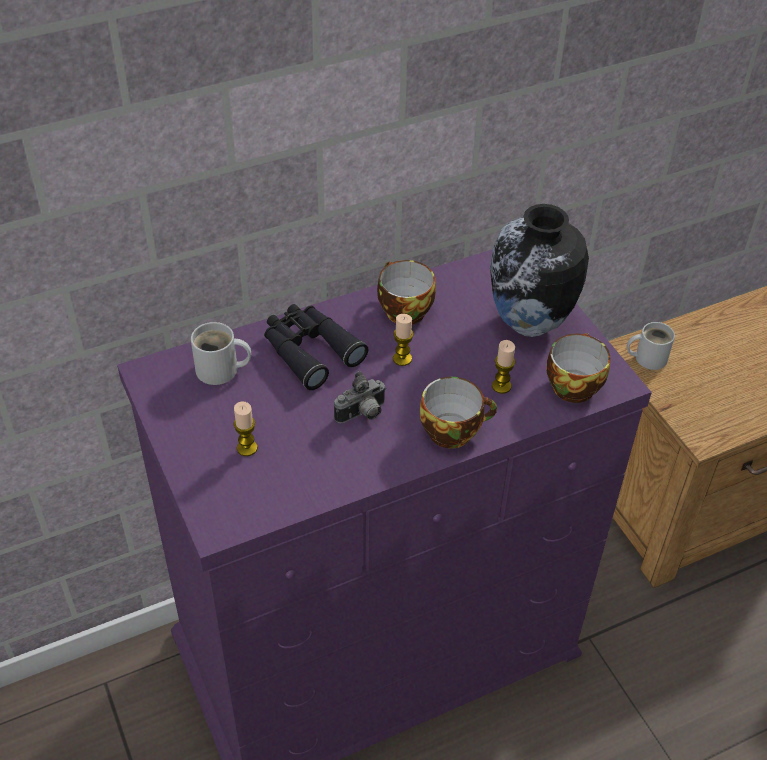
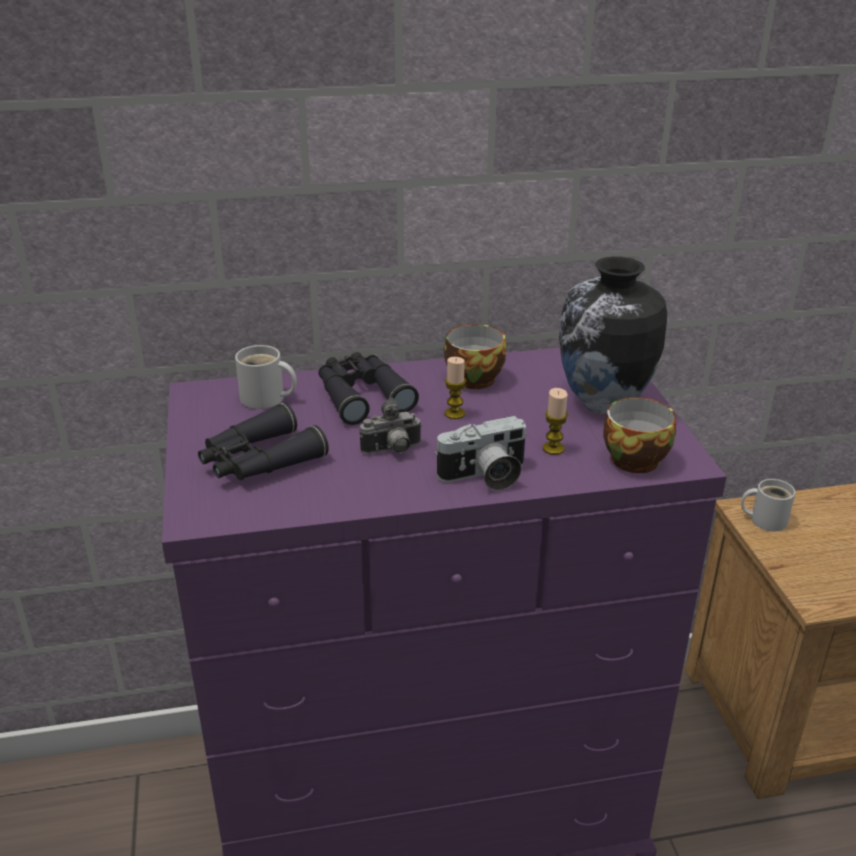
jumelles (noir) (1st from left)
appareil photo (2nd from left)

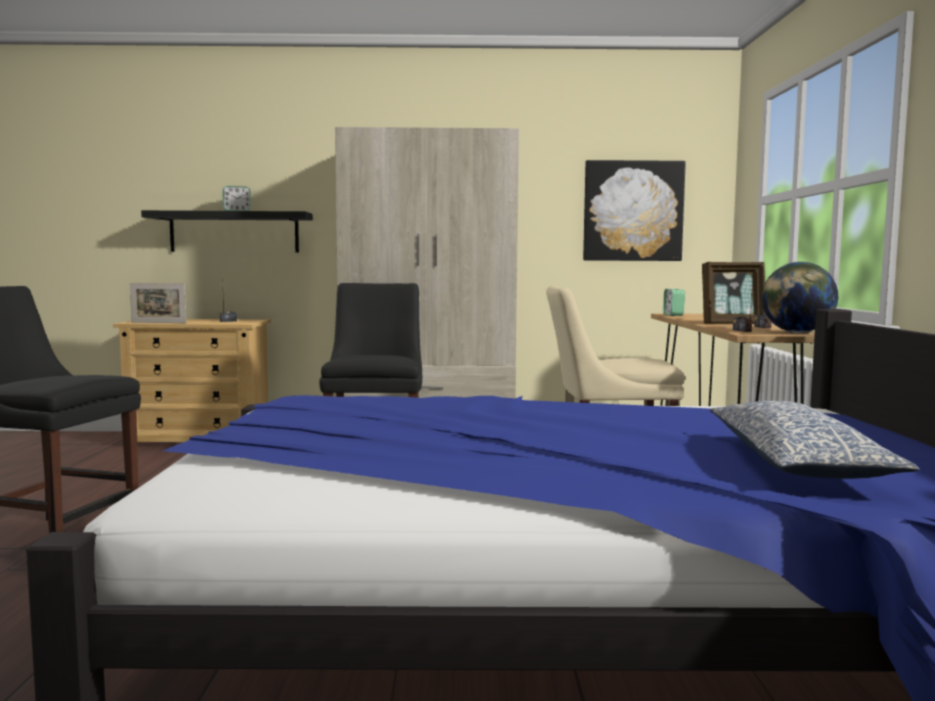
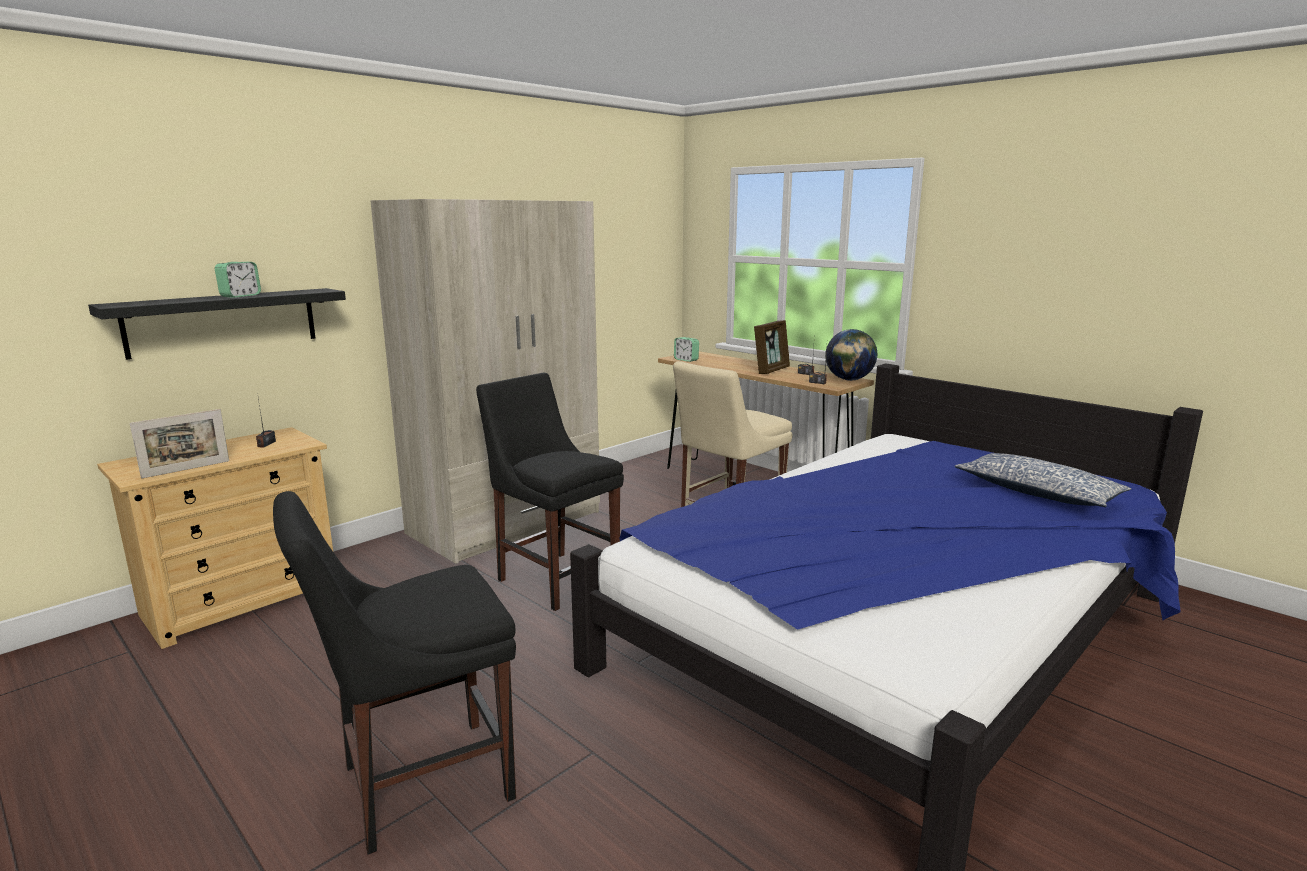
tableau

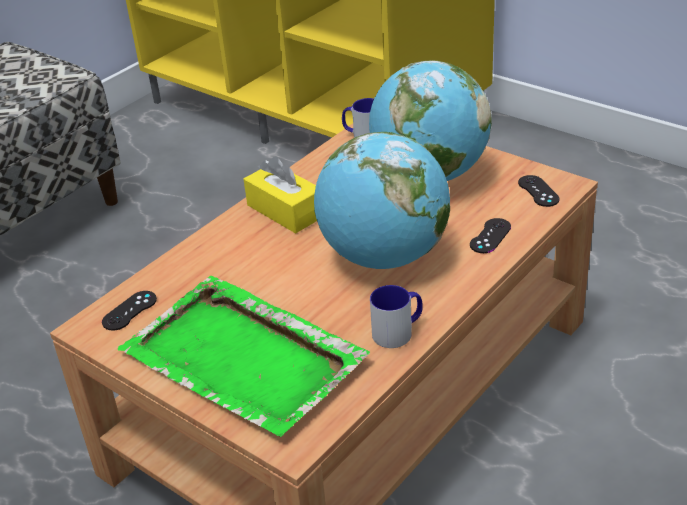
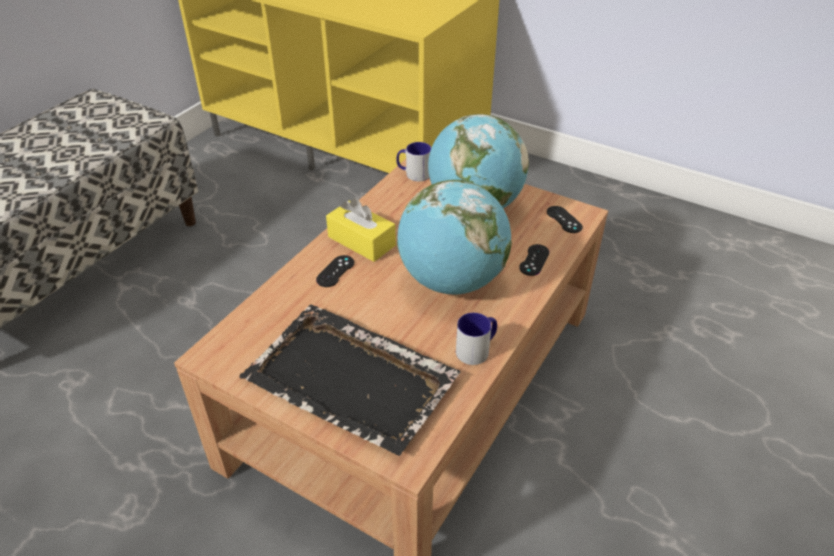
manette (noir) (1st from left)
plateau (noir)

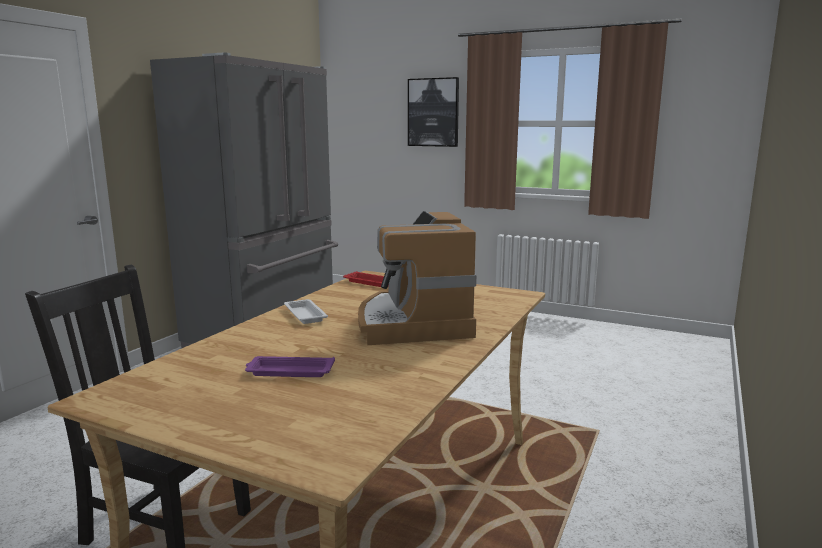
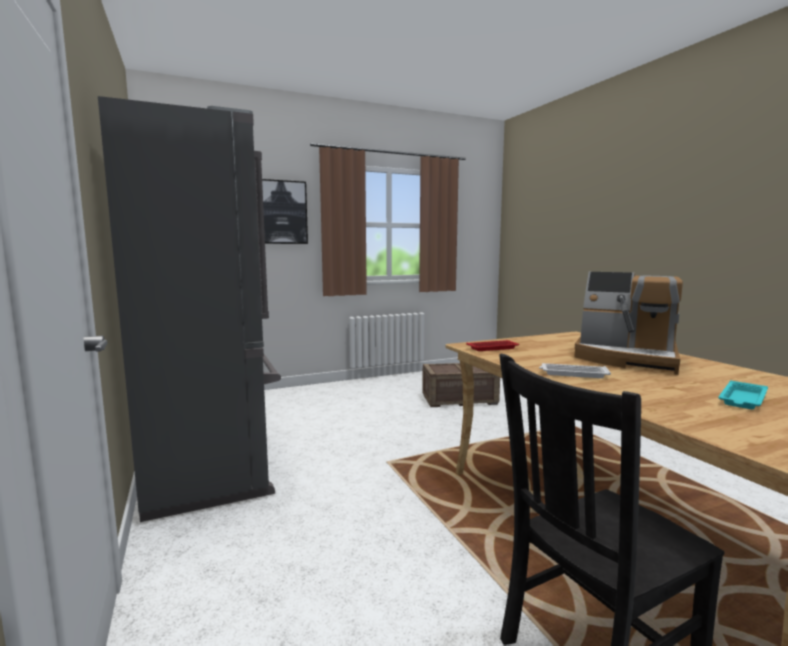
caisse
plateau (turquoise)

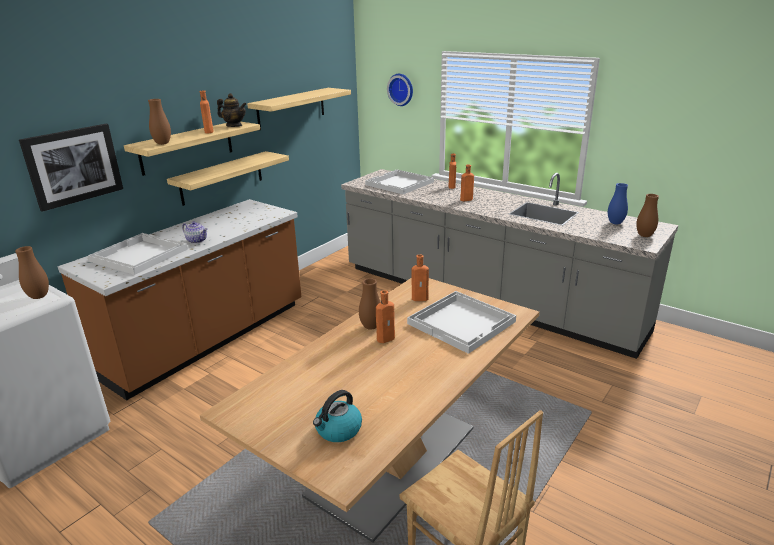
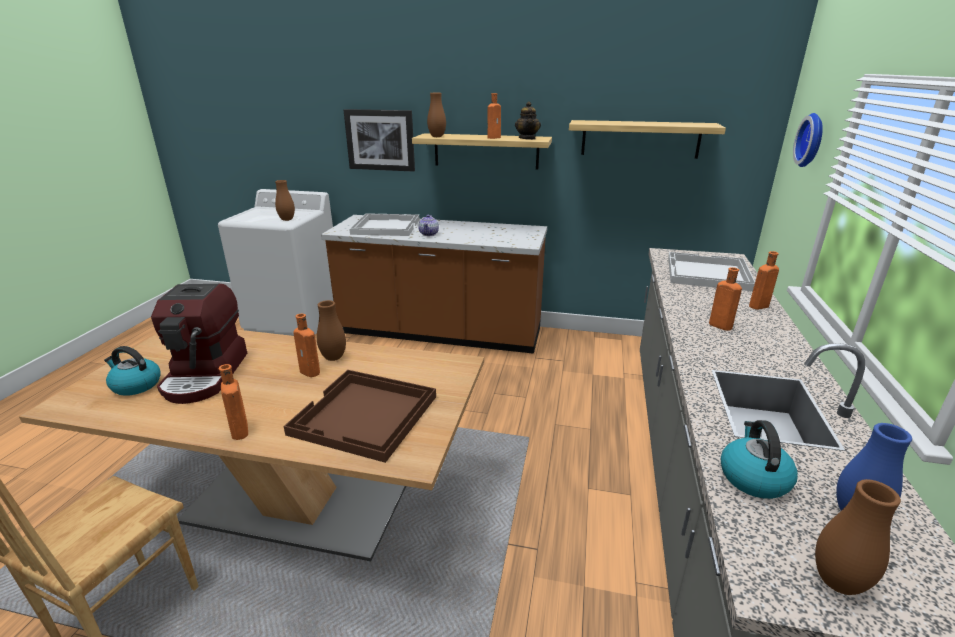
étagère (2nd from left in the first image)
machine à café
bouilloire (2nd from left)
bouteille (orange) (1st from left)
plateau (marron)

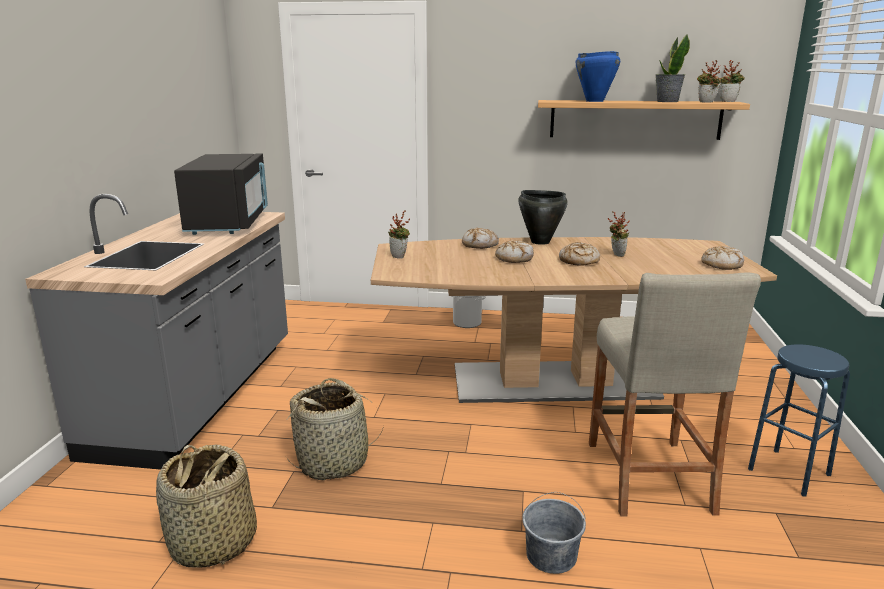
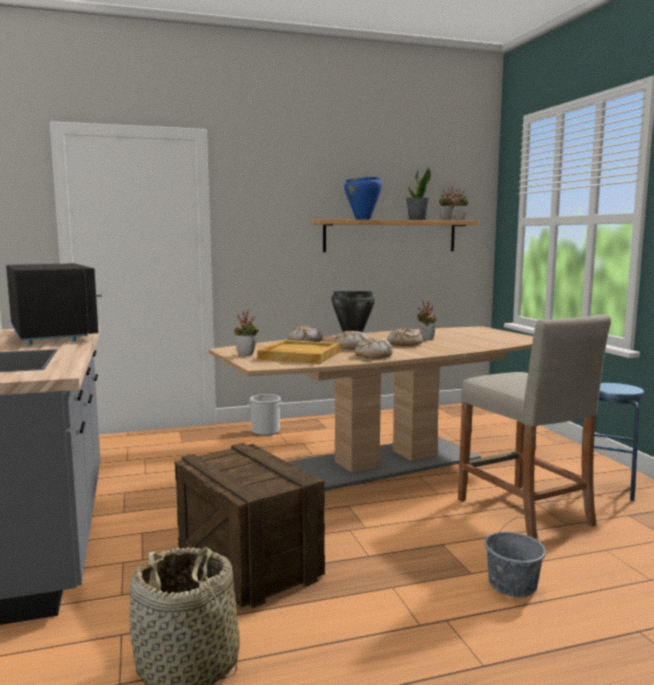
plateau (beige)
pain (3rd from left)
caisse

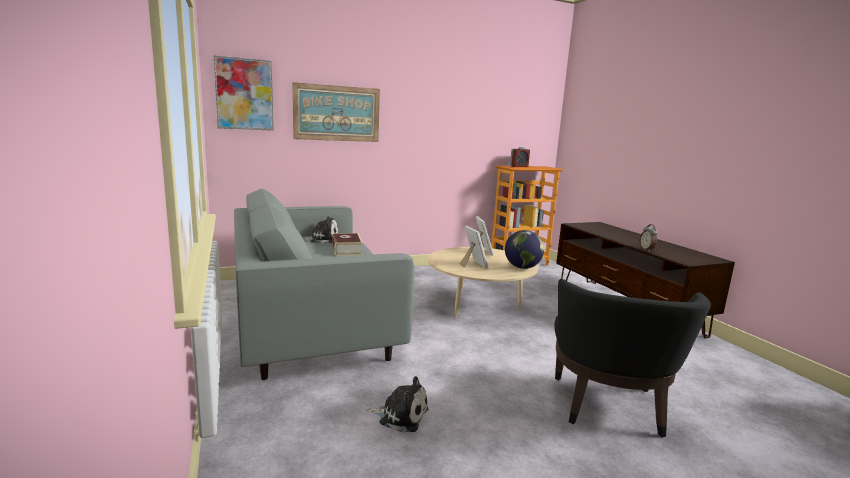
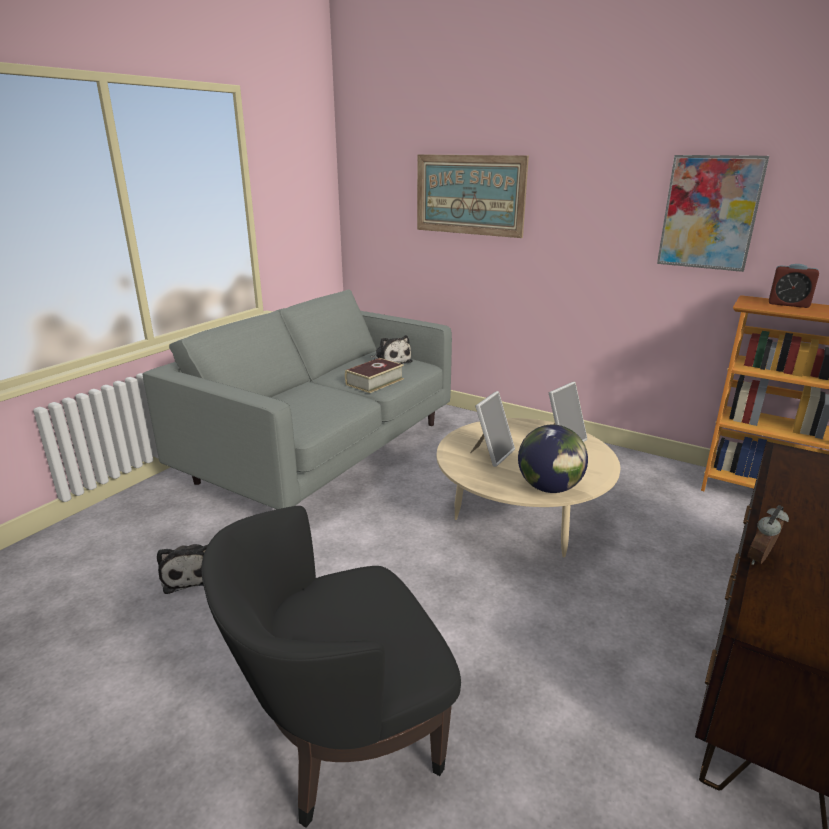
tableau (2nd from left)

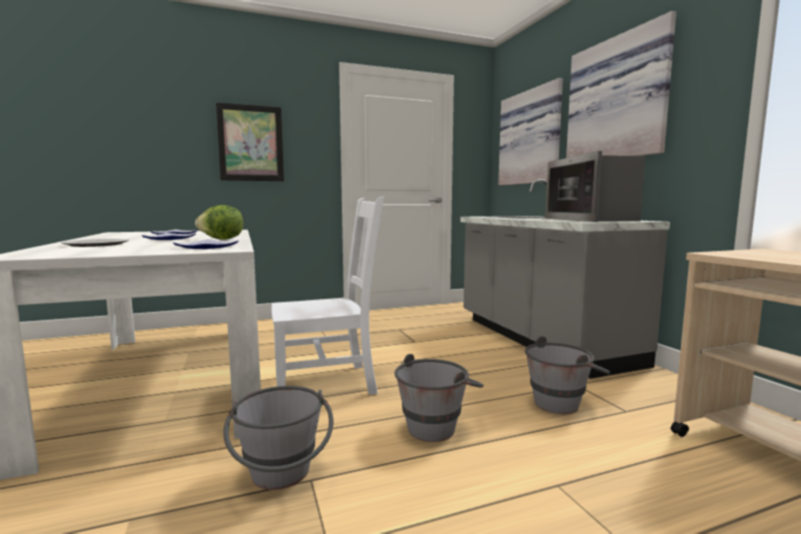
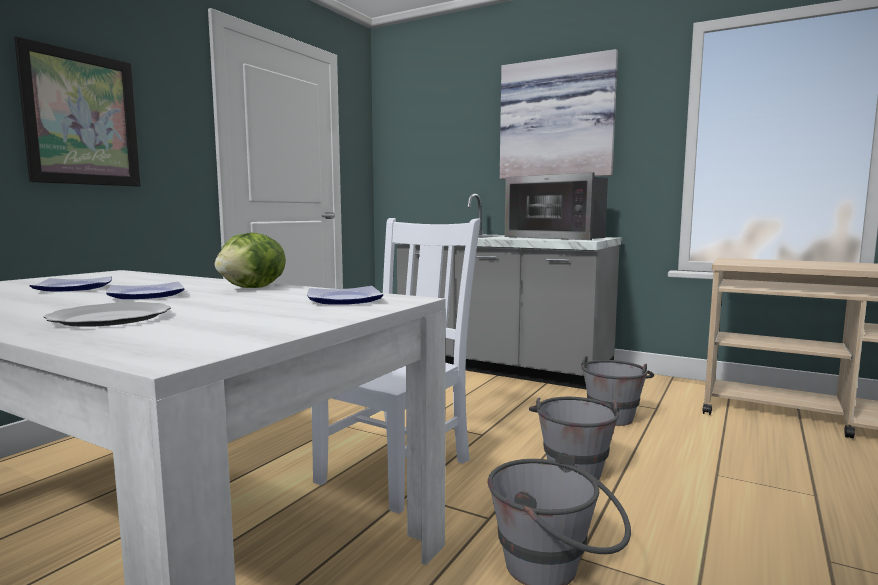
tableau (2nd from left in the first image)

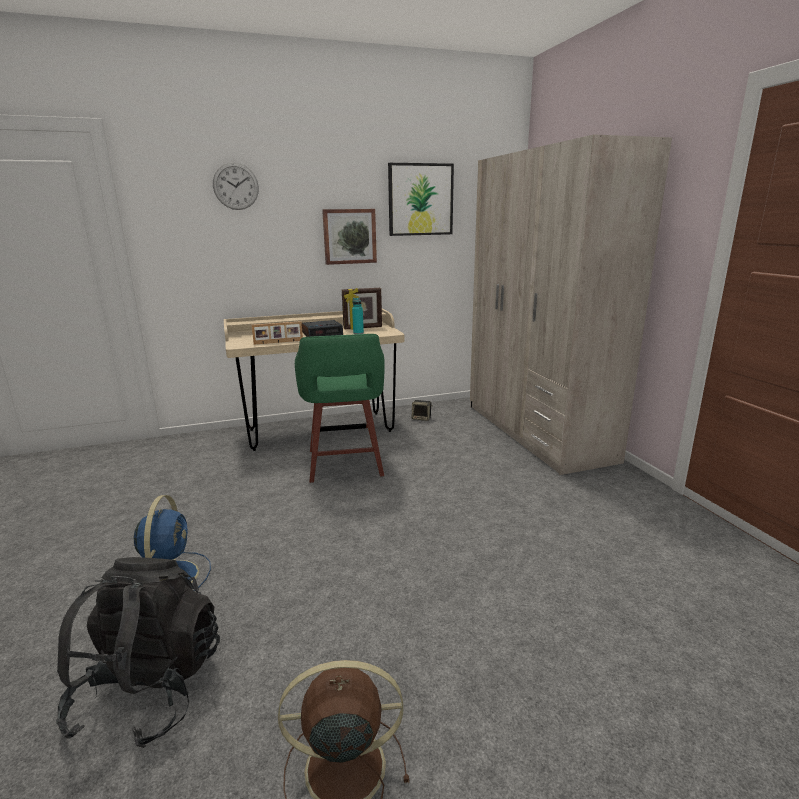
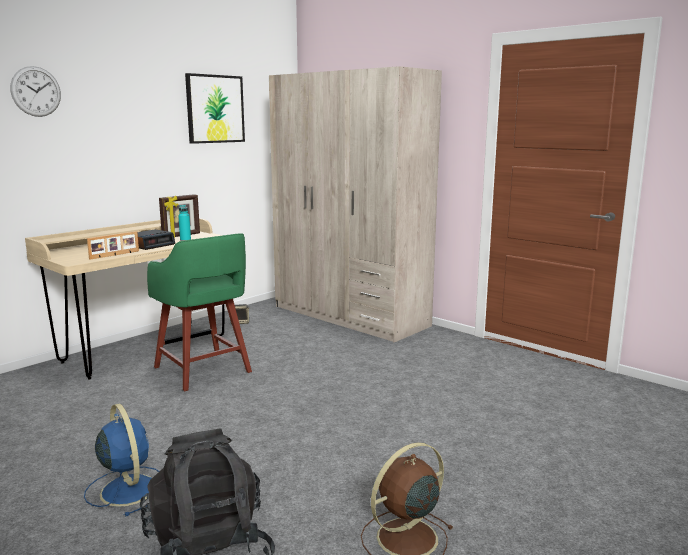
tableau (1st from left in the first image)

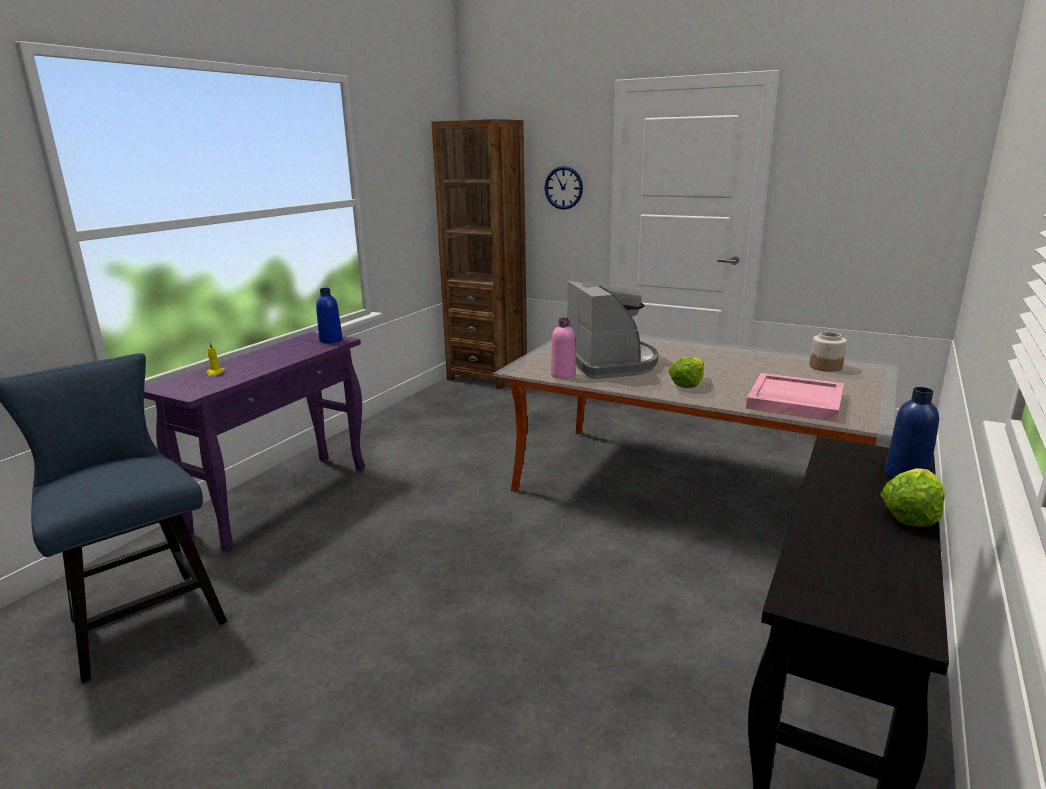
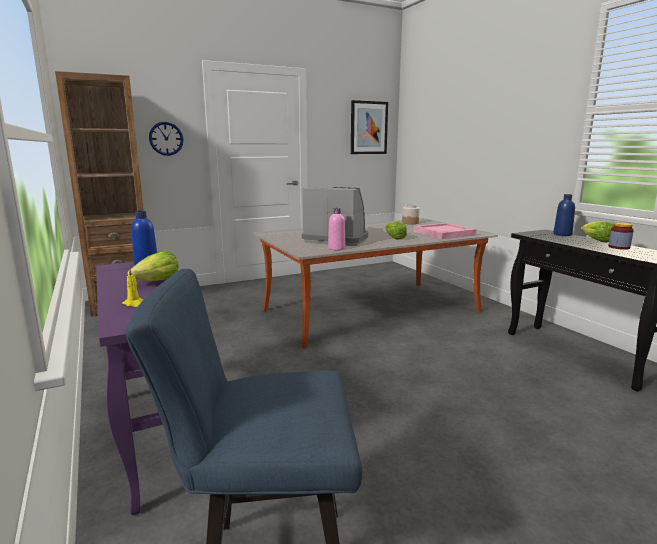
laitue (1st from left)
tableau
bocal (2nd from left)

